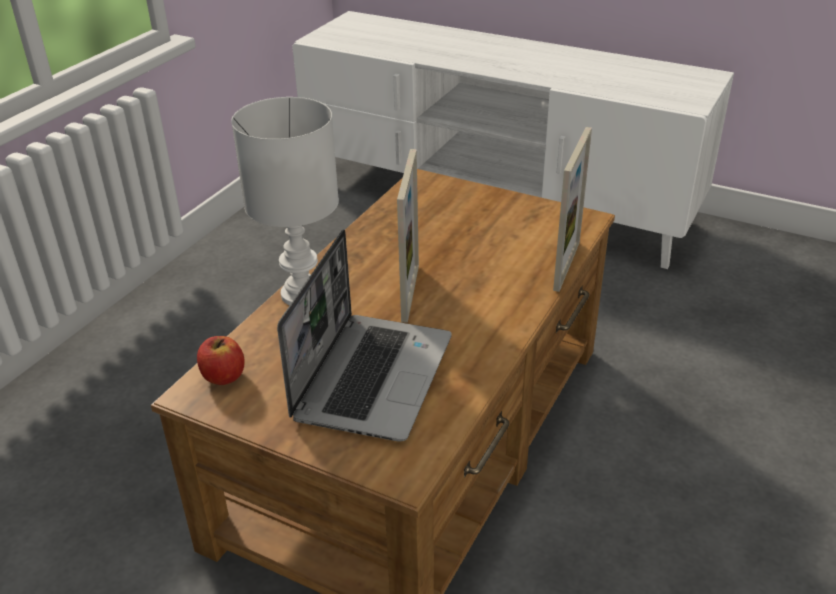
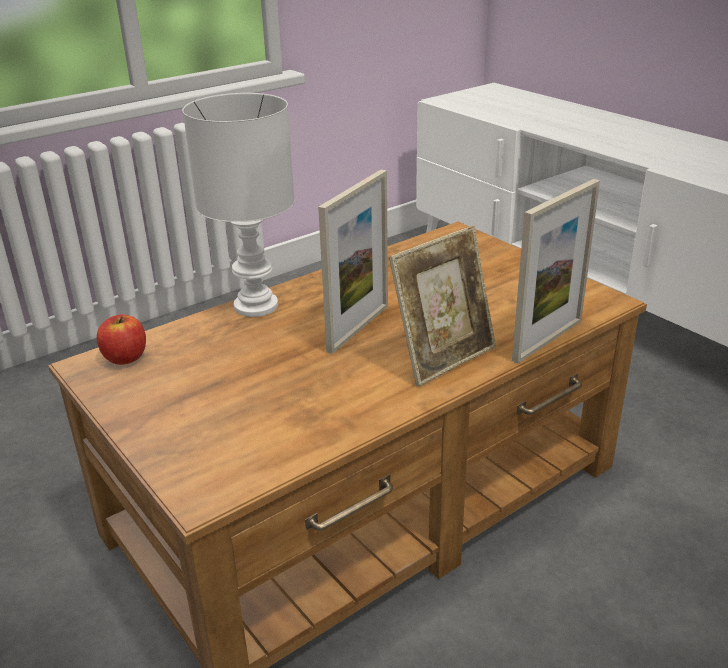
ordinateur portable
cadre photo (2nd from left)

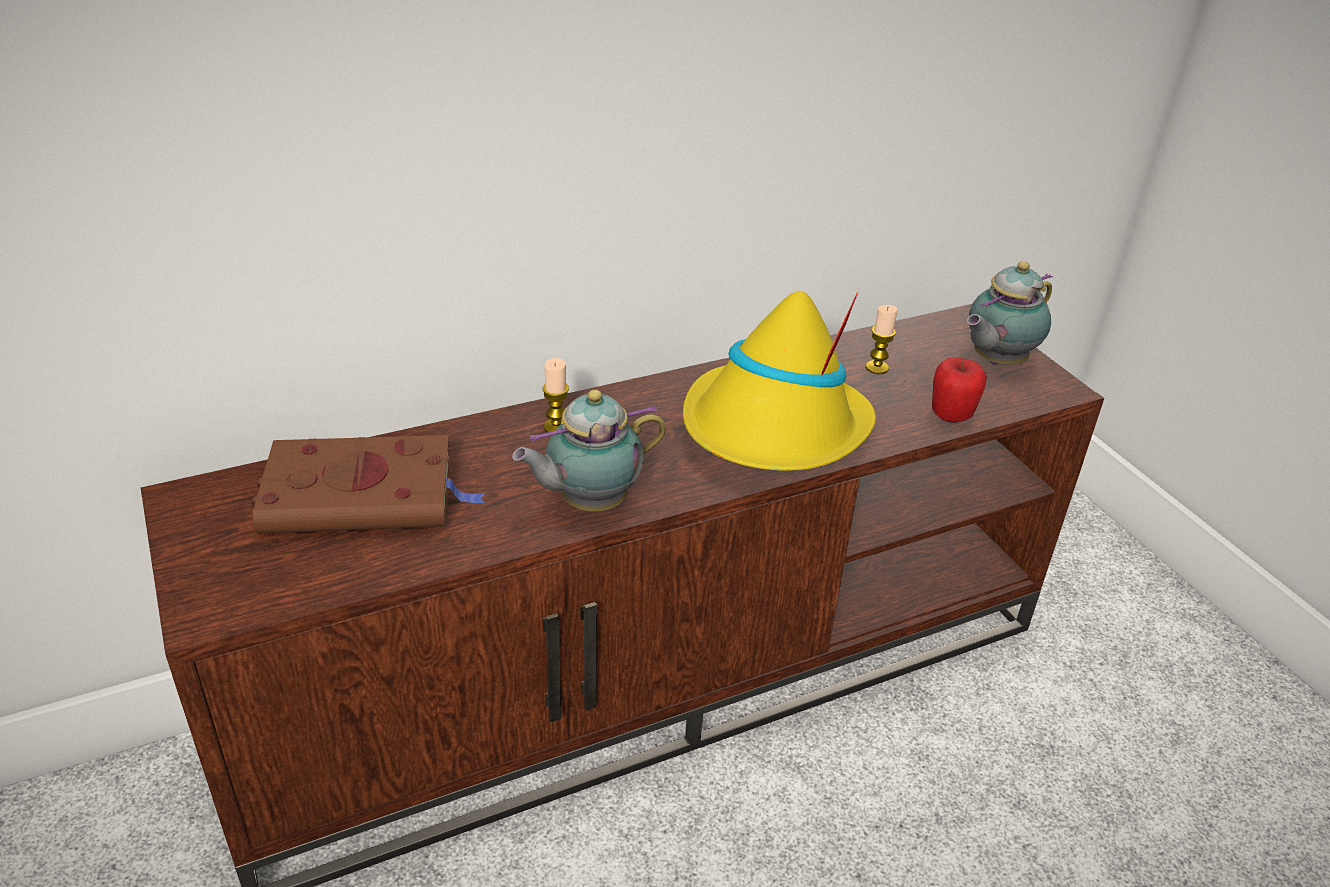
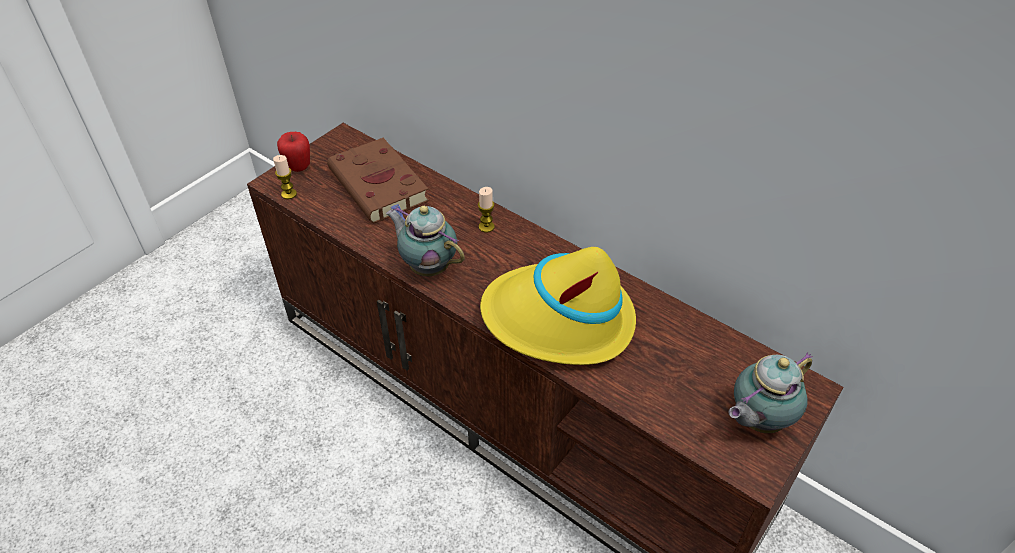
bougie (1st from left)
pomme
théière (2nd from left)

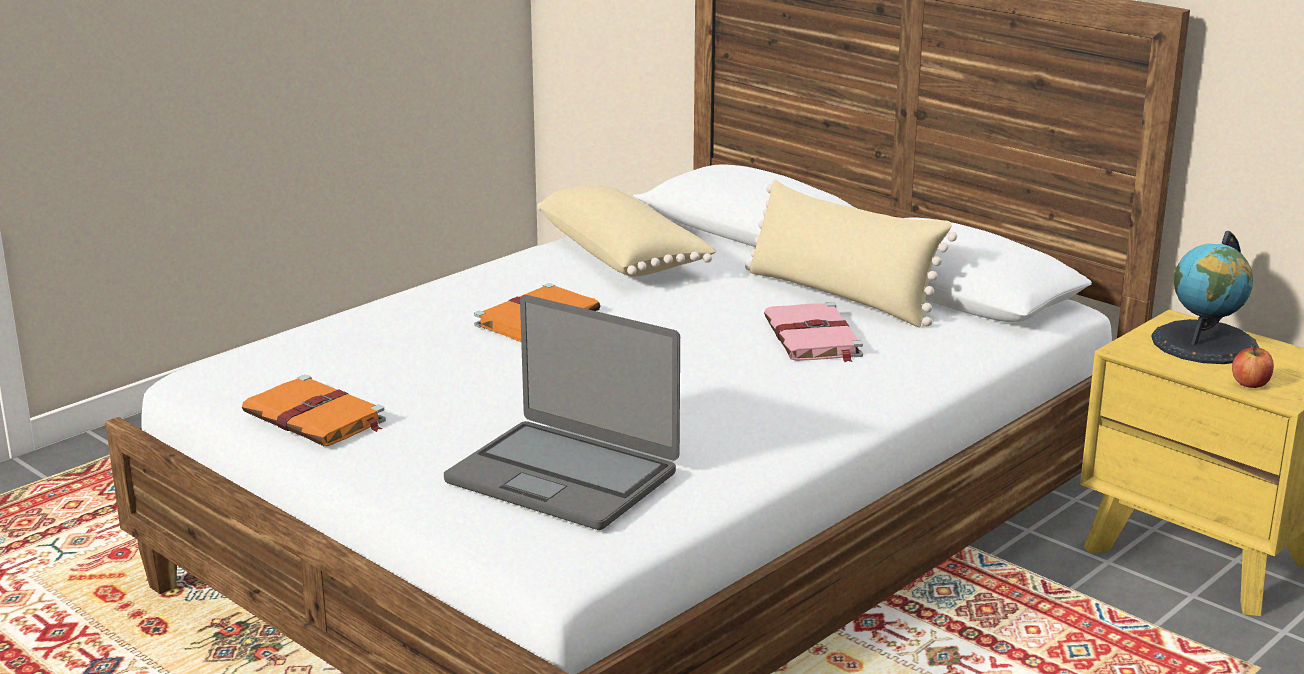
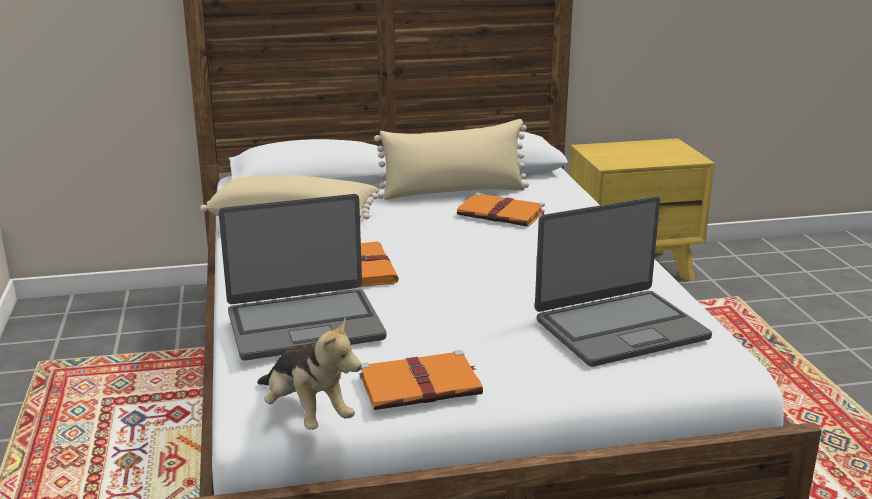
globe
pomme
ordinateur portable (1st from left)
peluche
livre (orange) (3rd from left)

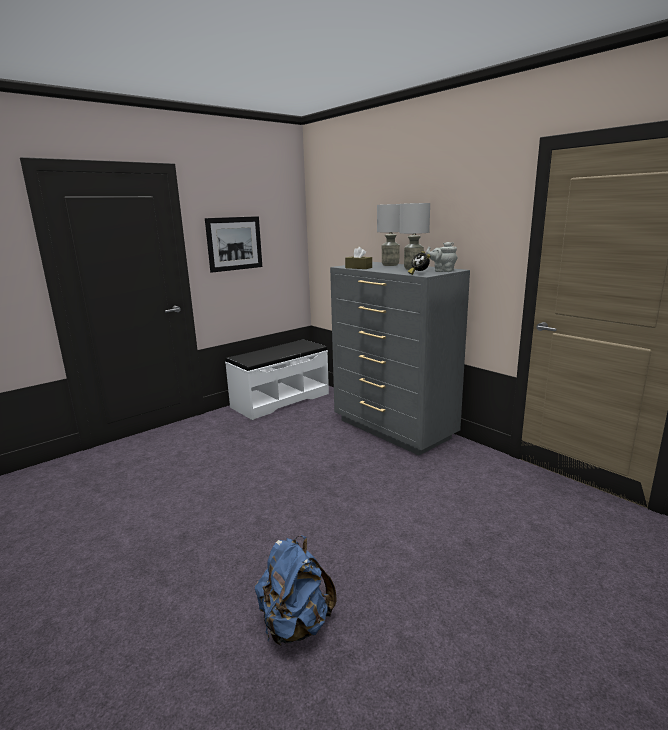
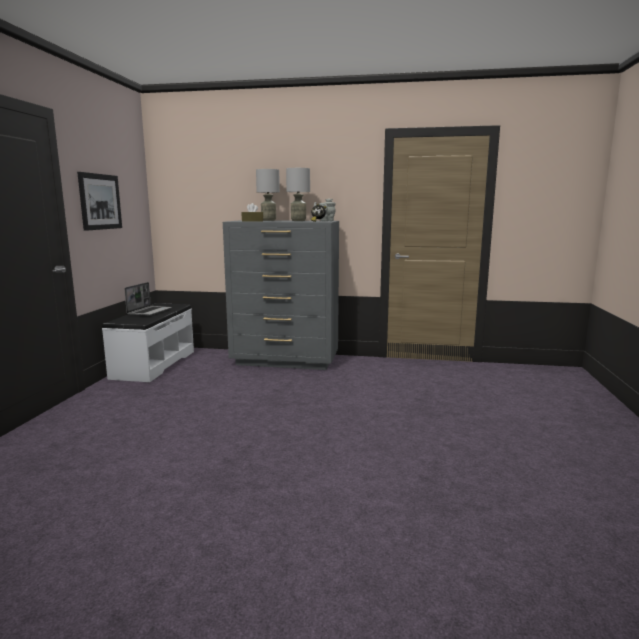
sac à dos (bleu)
ordinateur portable

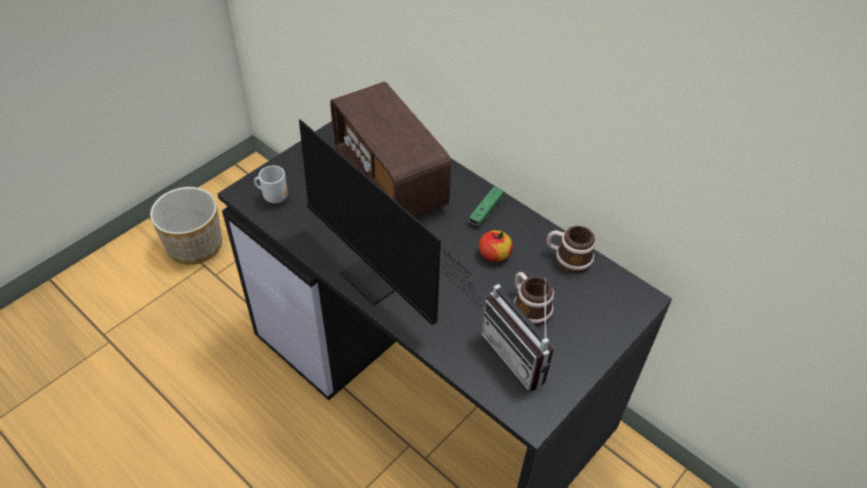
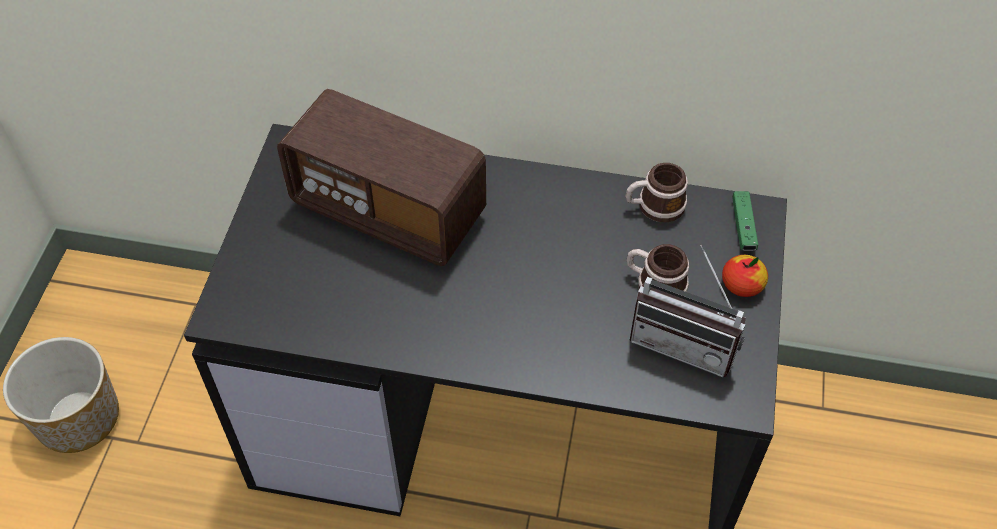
mug (1st from left in the first image)
écran d'ordinateur
manette (vert)
pomme

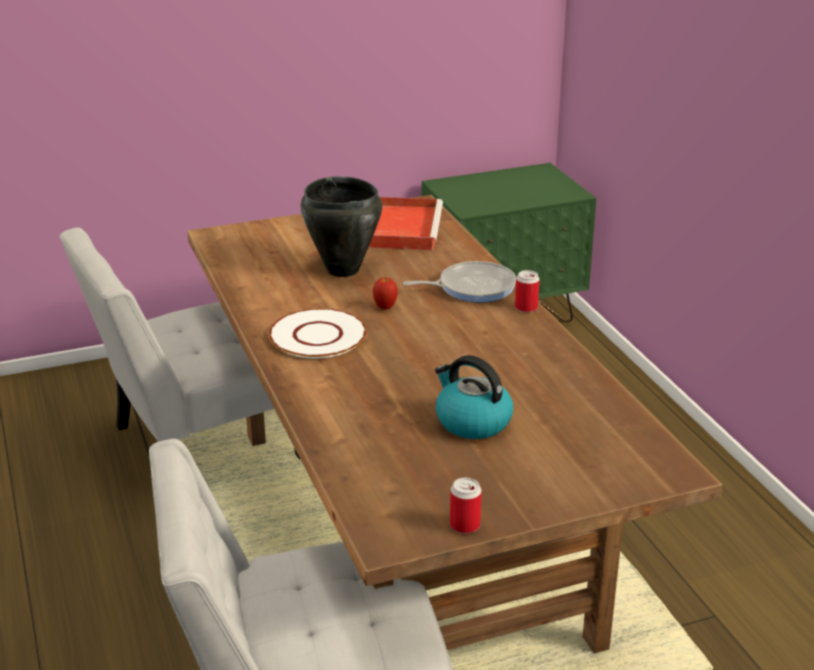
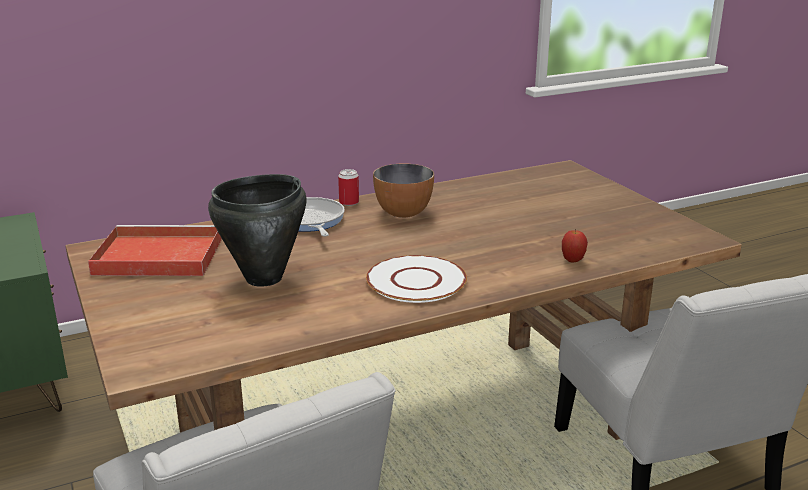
bouilloire
boîte métallique (1st from left in the first image)
bol
pomme

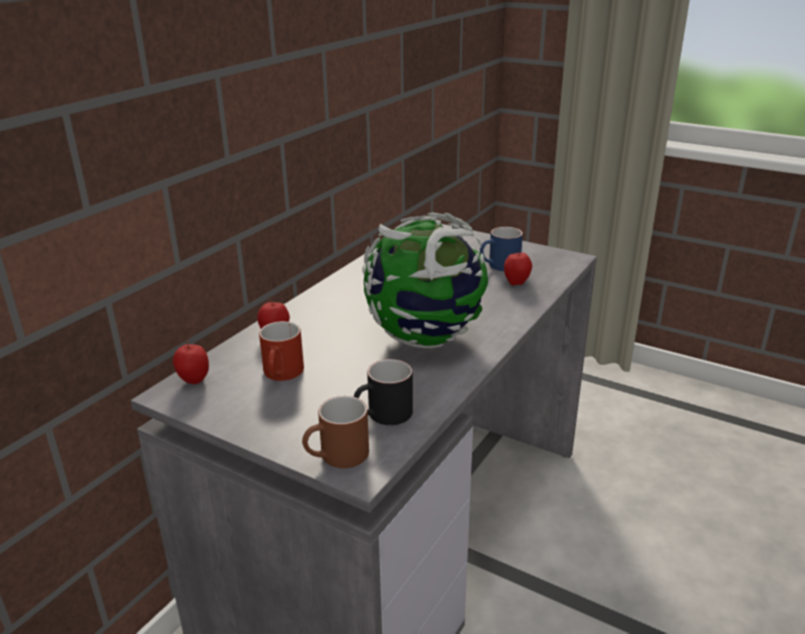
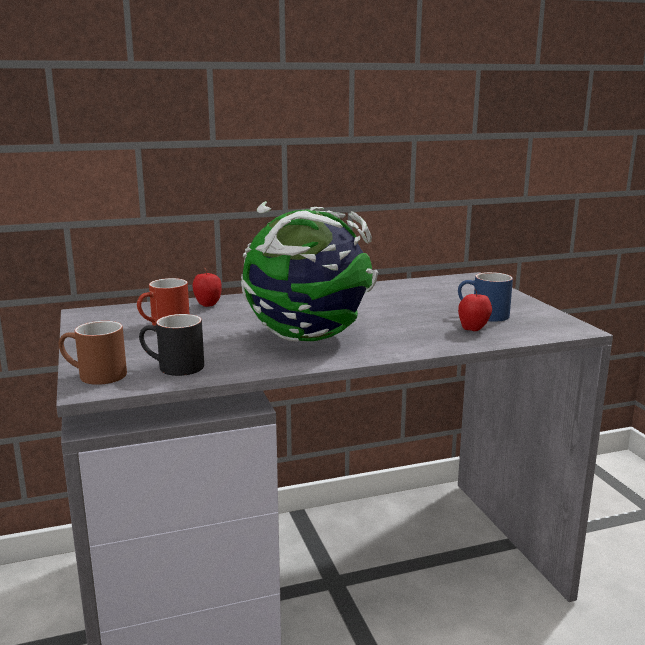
pomme (1st from left in the first image)

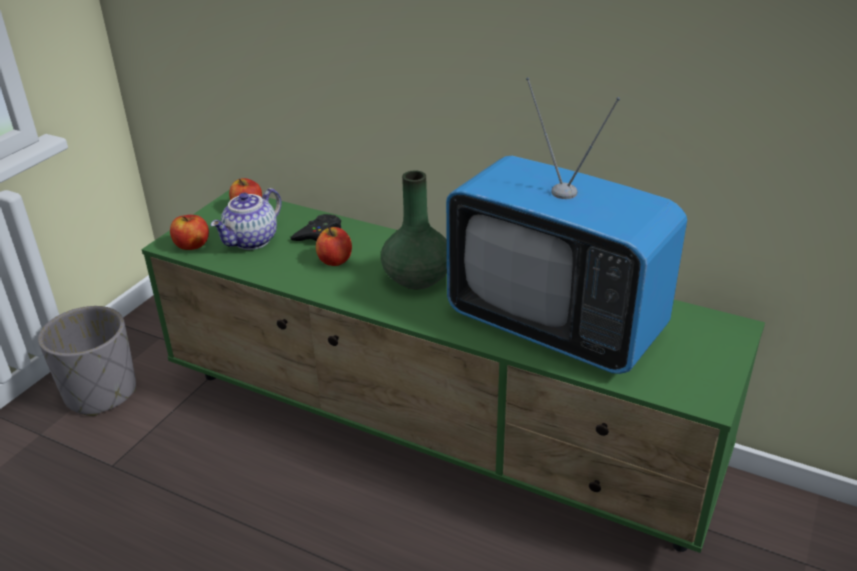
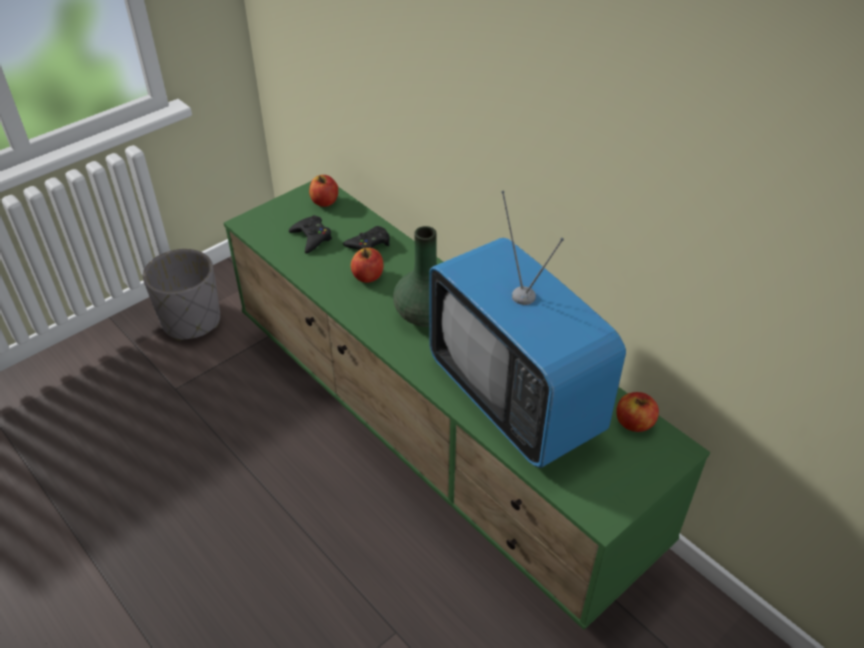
pomme (3rd from left)
manette (noir) (1st from left)

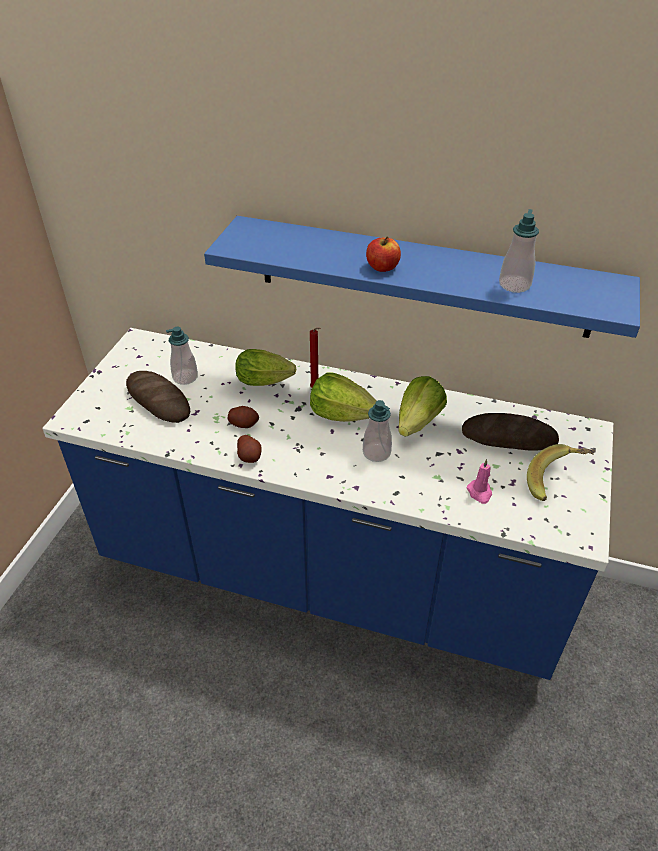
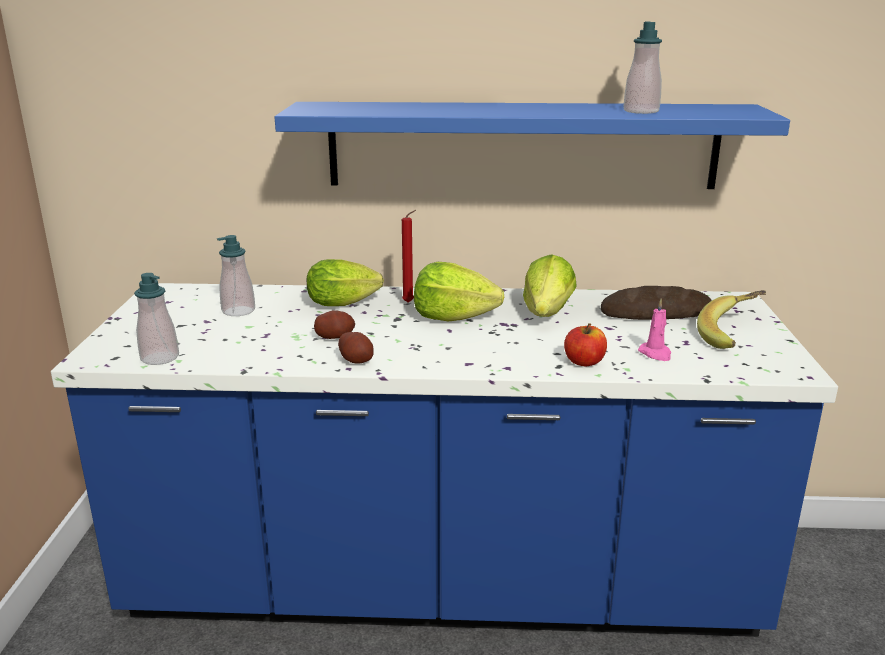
pain (1st from left in the first image)
distributeur de savon (1st from left)
pomme

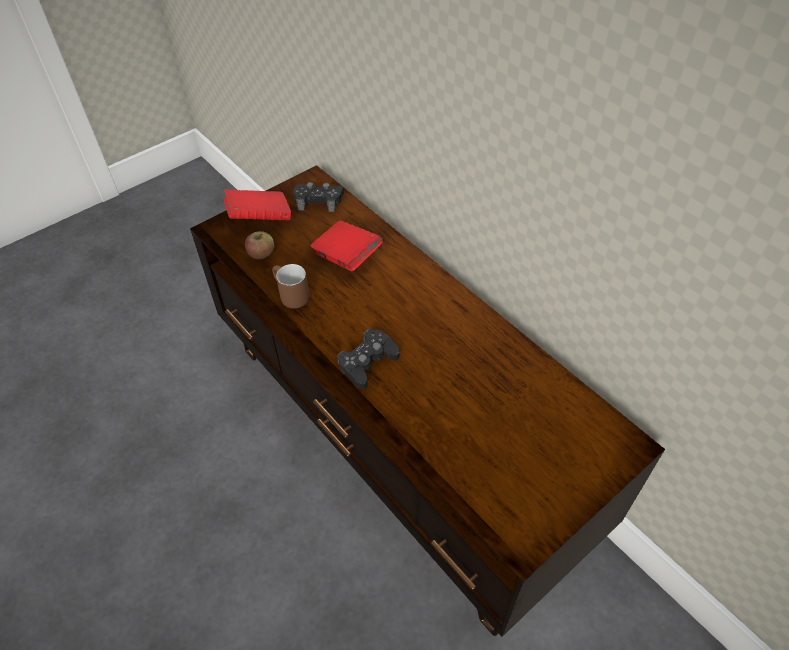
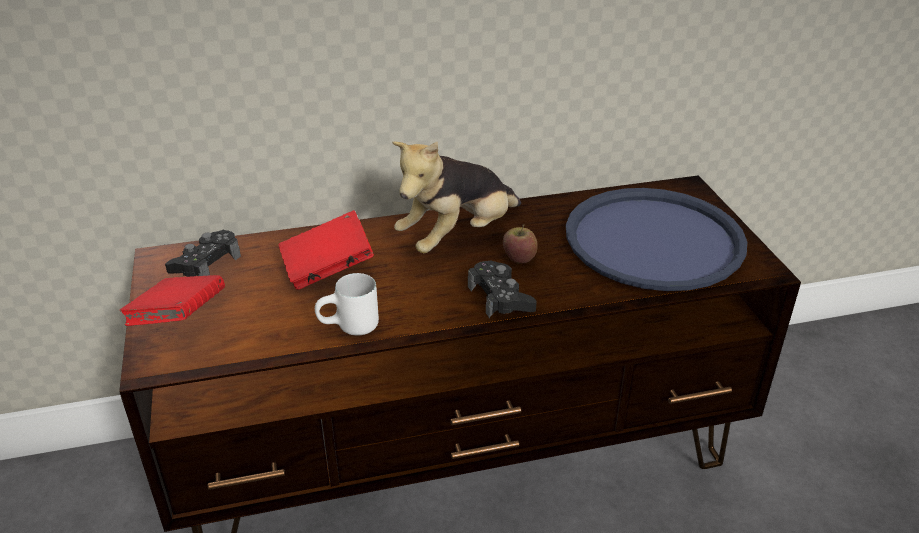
peluche
plateau (bleu)
pomme
mug (blanc)

